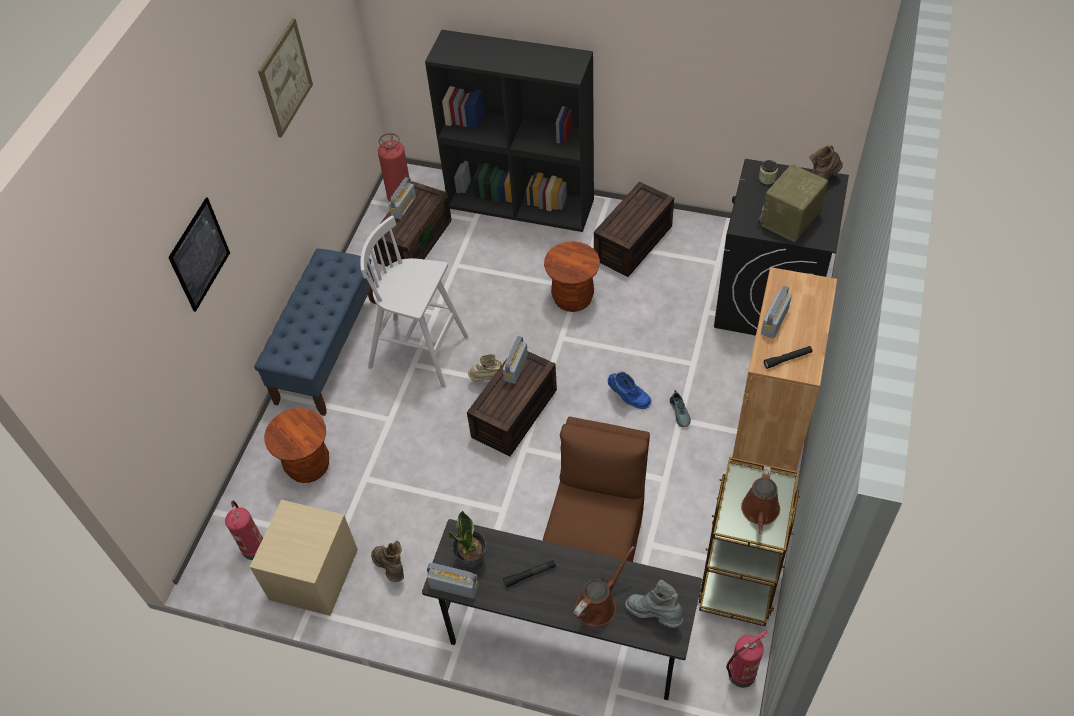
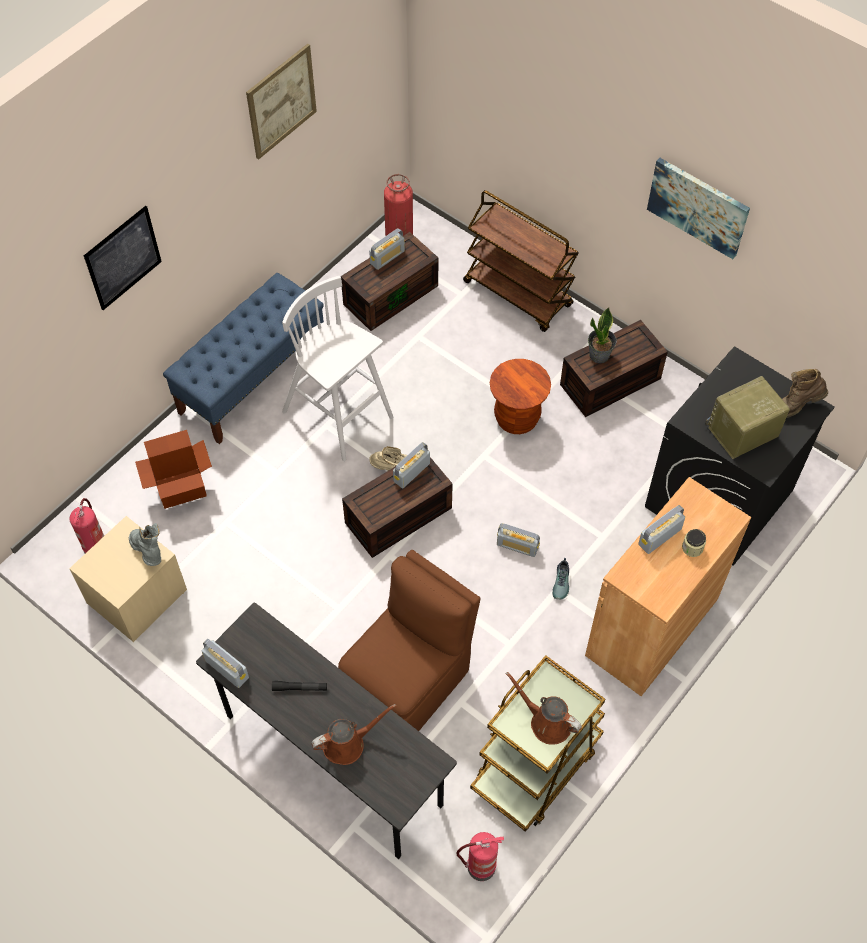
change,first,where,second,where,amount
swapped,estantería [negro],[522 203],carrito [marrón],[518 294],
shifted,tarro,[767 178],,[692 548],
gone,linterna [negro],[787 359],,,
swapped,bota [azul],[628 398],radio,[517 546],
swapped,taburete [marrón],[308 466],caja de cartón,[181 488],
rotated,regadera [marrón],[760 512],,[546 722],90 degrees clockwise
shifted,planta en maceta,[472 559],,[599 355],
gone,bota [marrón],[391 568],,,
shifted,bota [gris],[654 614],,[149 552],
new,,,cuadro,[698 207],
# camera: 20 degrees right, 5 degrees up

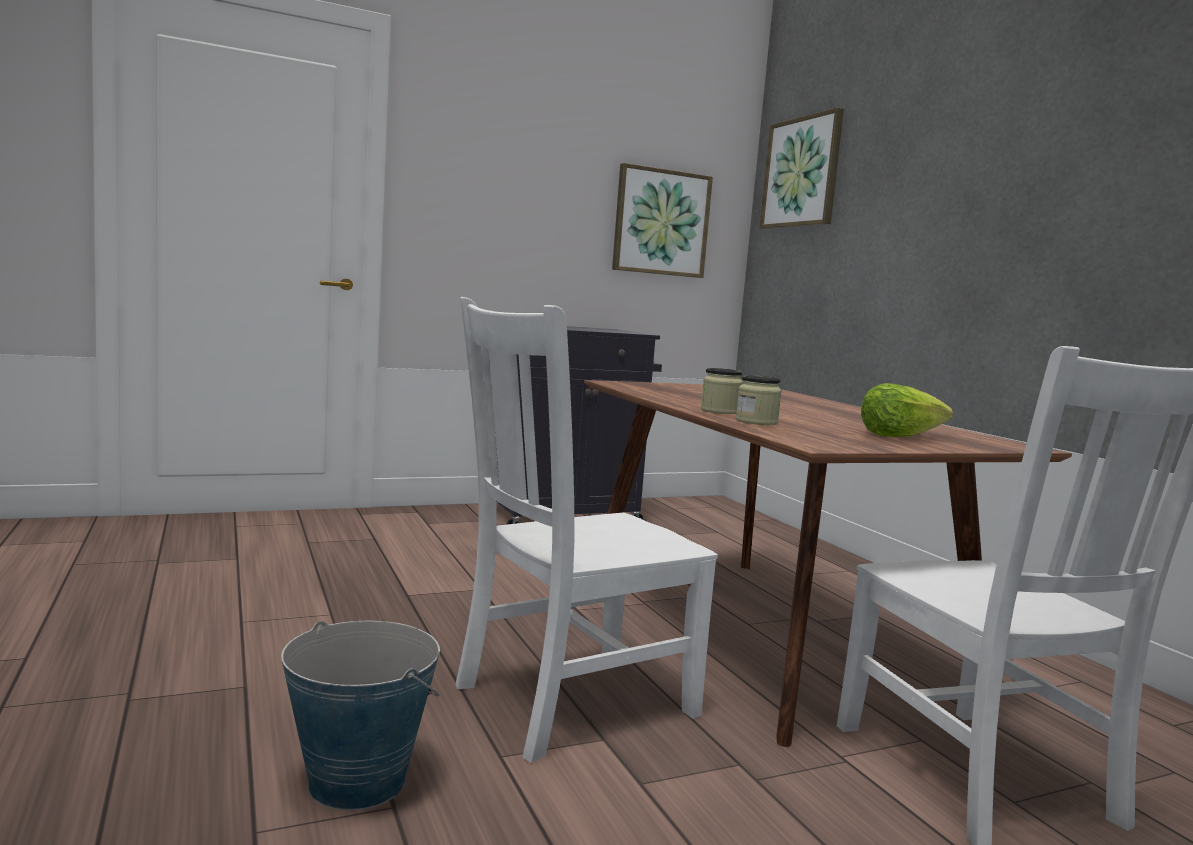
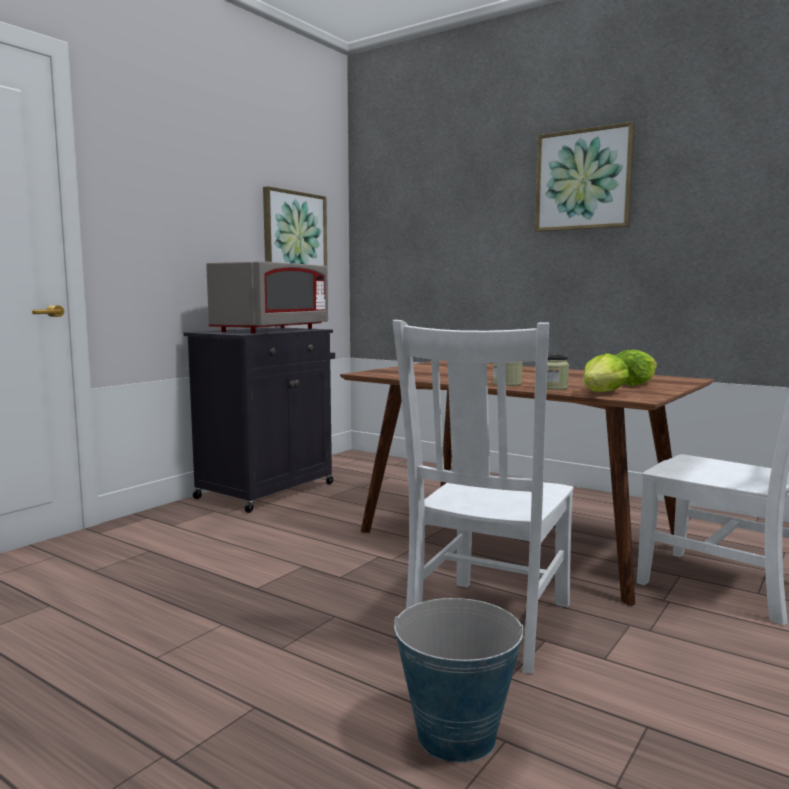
change,first,where,second,where,amount
shifted,cuadro,[802 172],,[583 180],
new,,,microondas [gris],[271 330],
new,,,lechuga,[602 393],
# camera: 30 degrees left, 0 degrees up

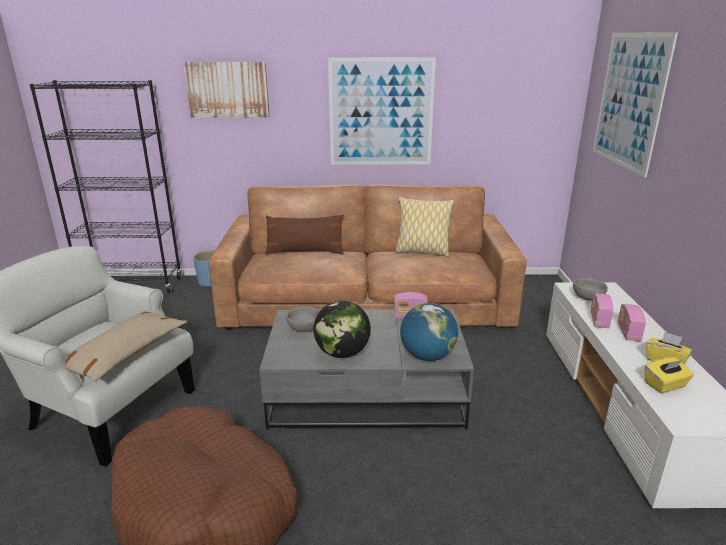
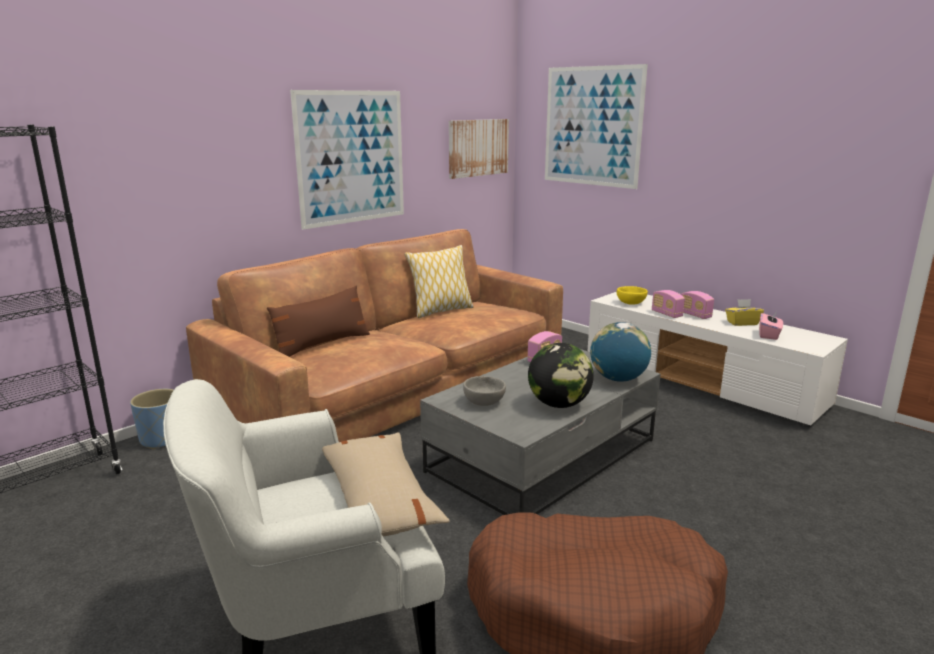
change,first,where,second,where,amount
shifted,cuadro,[228 89],,[478 147],
repainted,cuenco [gris],[587 297],cuenco [amarillo],[630 303],
repainted,caja de pañuelos [amarillo],[665 385],caja de pañuelos [rosa],[769 335],
# camera: 45 degrees left, 5 degrees down

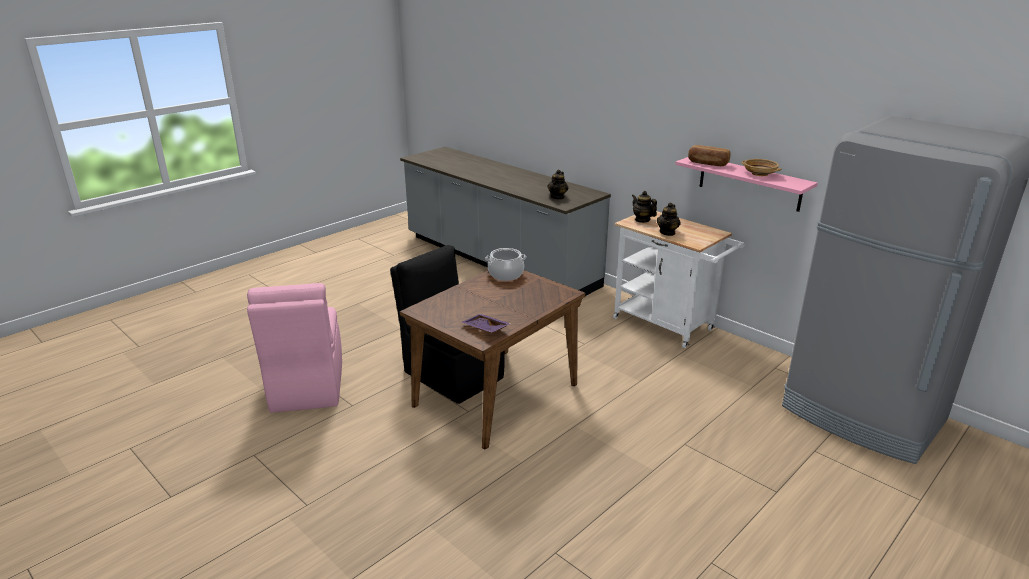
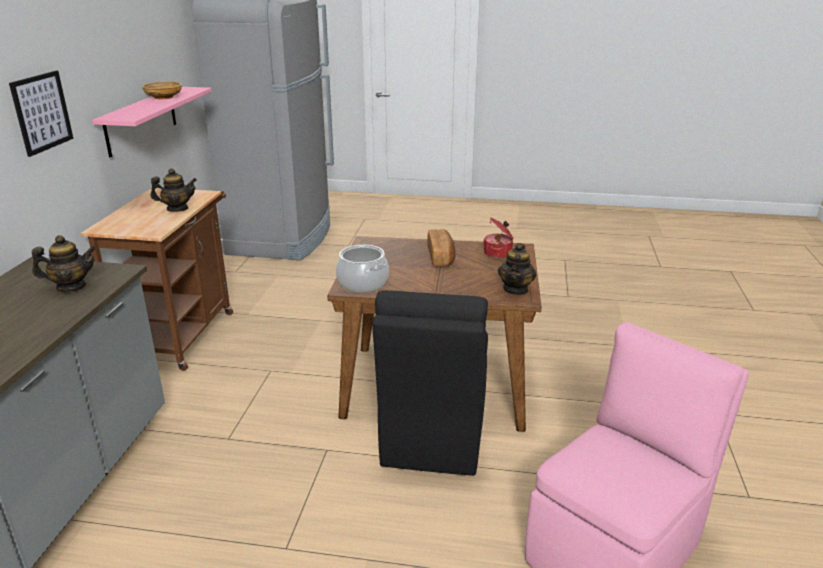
change,first,where,second,where,amount
shifted,pan,[708 163],,[441 257],
shifted,tetera,[642 220],,[516 289],
repainted,carrito [blanco],[668 326],carrito [marrón],[182 333],
swapped,bandeja [morado],[485 329],olla,[498 253],
new,,,cuadro,[42 112],
# camera: 125 degrees left, 0 degrees up

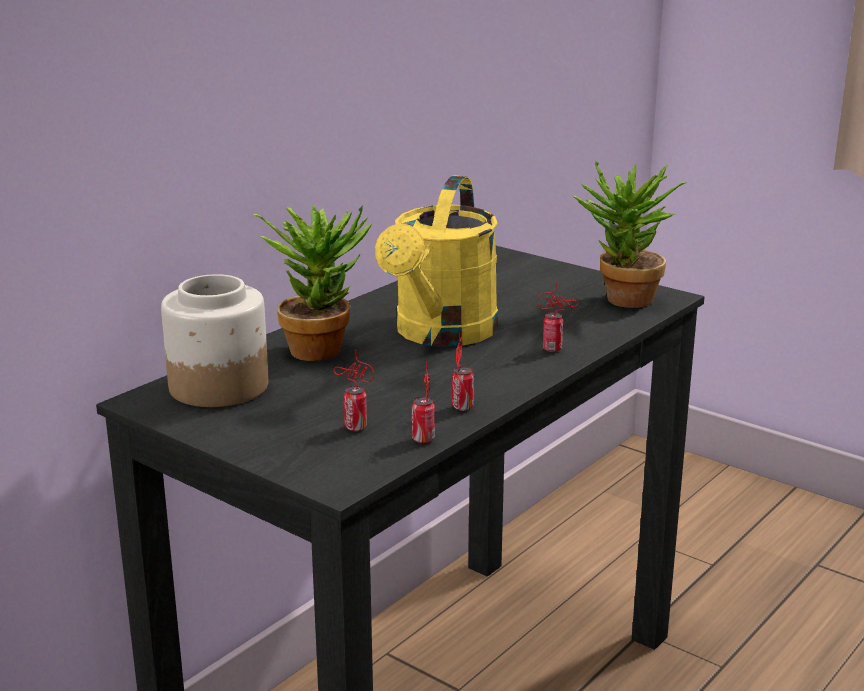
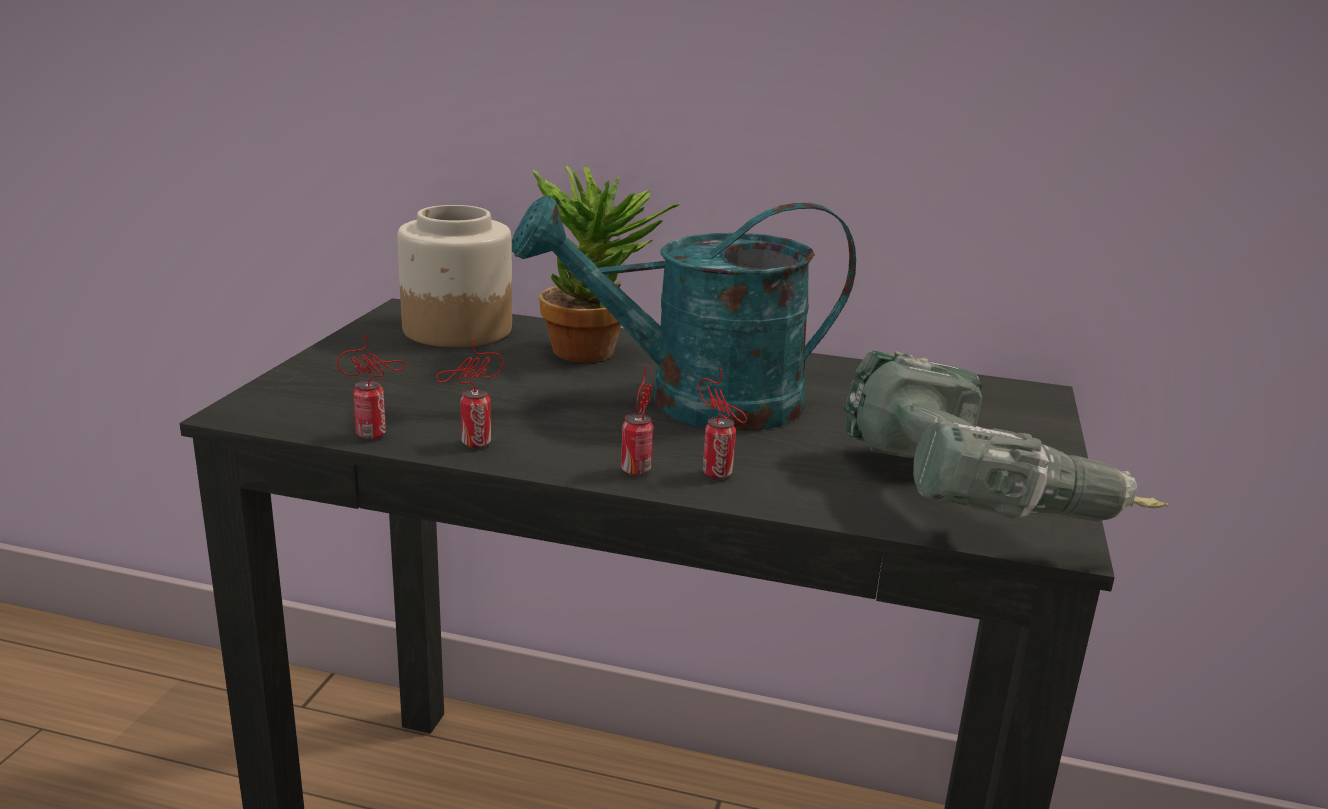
change,first,where,second,where,amount
swapped,planta en maceta,[622 302],taladro,[973 504],
repainted,regadera [amarillo],[441 334],regadera [turquesa],[696 402],
shifted,lata,[353 427],,[637 468],
# camera: 65 degrees right, 0 degrees up

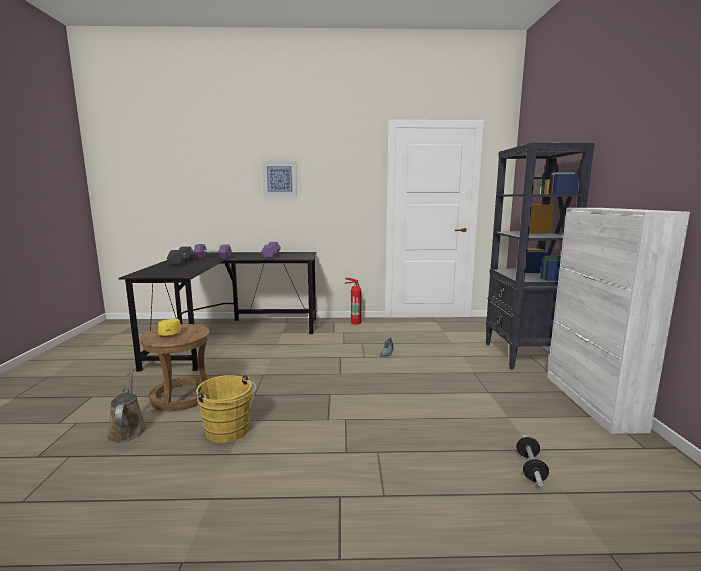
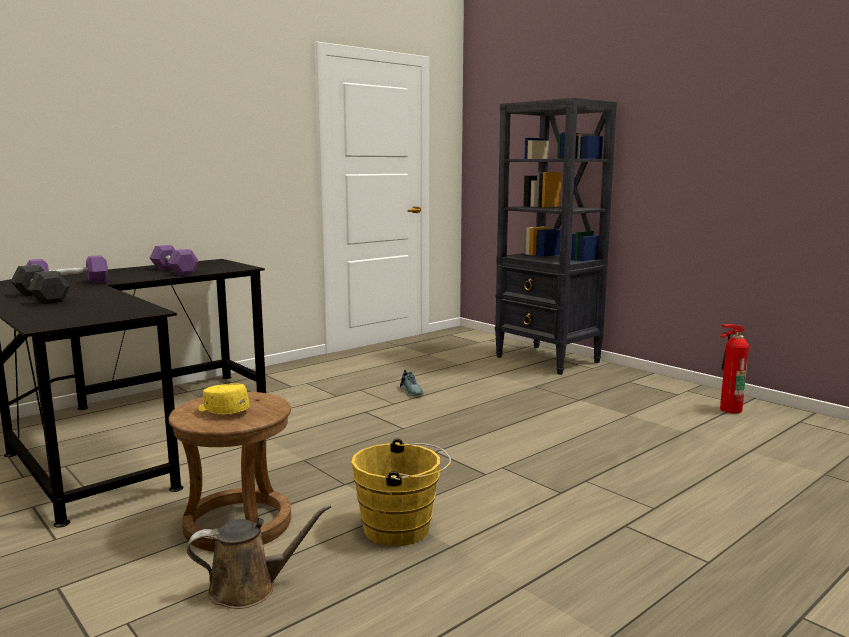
change,first,where,second,where,amount
gone,cuadro,[279 179],,,
gone,armario [blanco],[592 402],,,
shifted,extintor,[355 322],,[727 409],
rotated,regadera [marrón],[128 429],,[249 588],135 degrees clockwise
gone,mancuerna,[530 468],,,
# camera: 40 degrees left, 0 degrees up

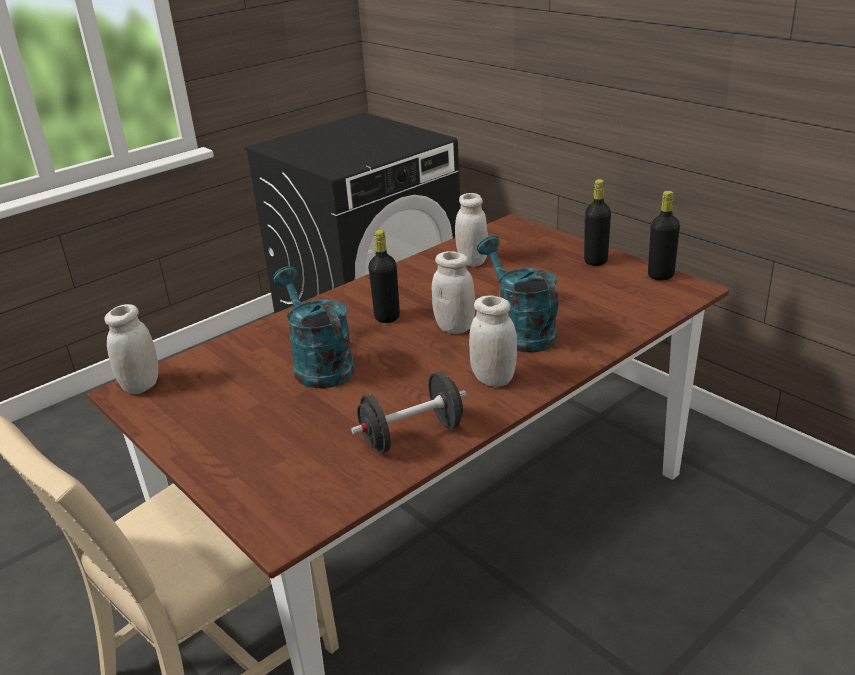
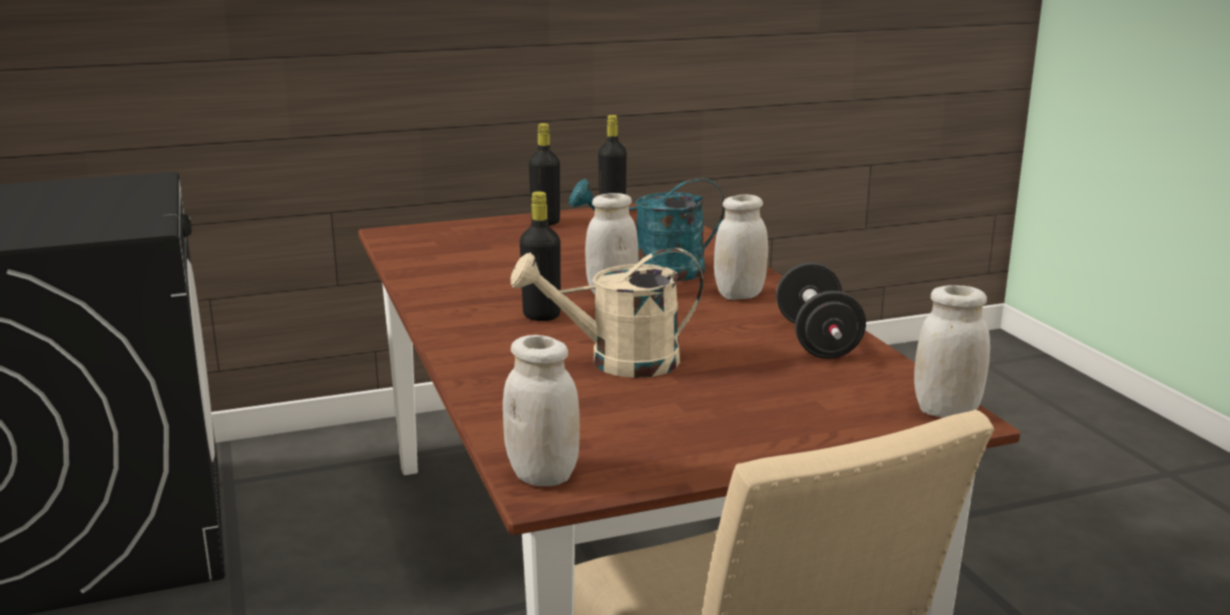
change,first,where,second,where,amount
shifted,tarro [blanco],[472 261],,[946 411],
repainted,regadera [turquesa],[318 365],regadera [beis],[618 362],
# camera: 70 degrees left, 10 degrees down

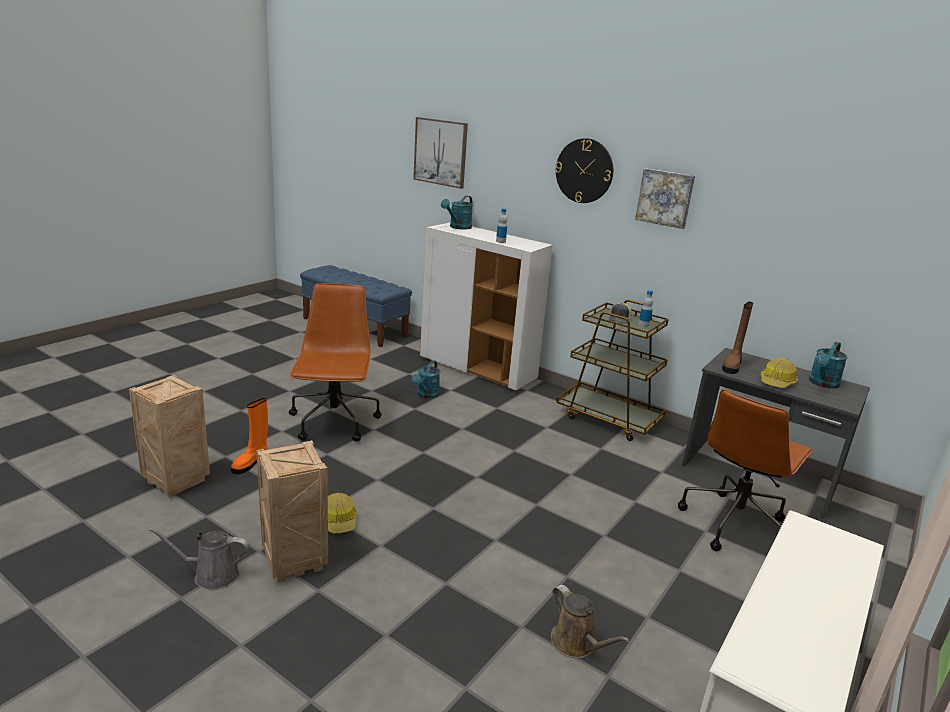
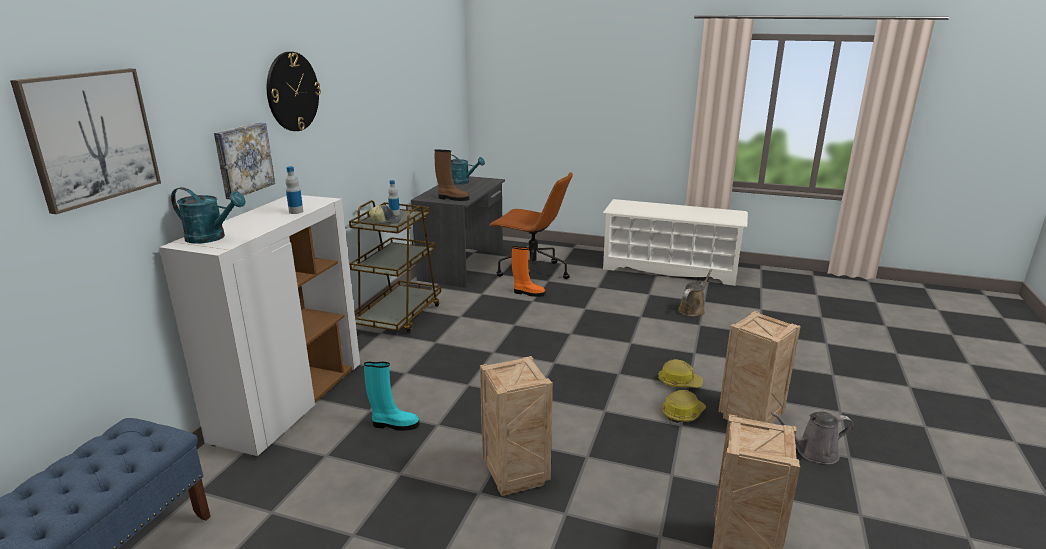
change,first,where,second,where,amount
shifted,cuadro,[665 198],,[243 159],
swapped,silla de oficina [marrón],[334 423],caja de embalaje,[514 475],
shifted,casco,[776 382],,[679 382],
swapped,regadera [turquesa],[426 395],bota [turquesa],[394 425],
shifted,bota [naranja],[251 463],,[528 293],
rotated,regadera [gris],[212 575],,[813 452],105 degrees clockwise
# camera: 105 degrees left, 0 degrees up

